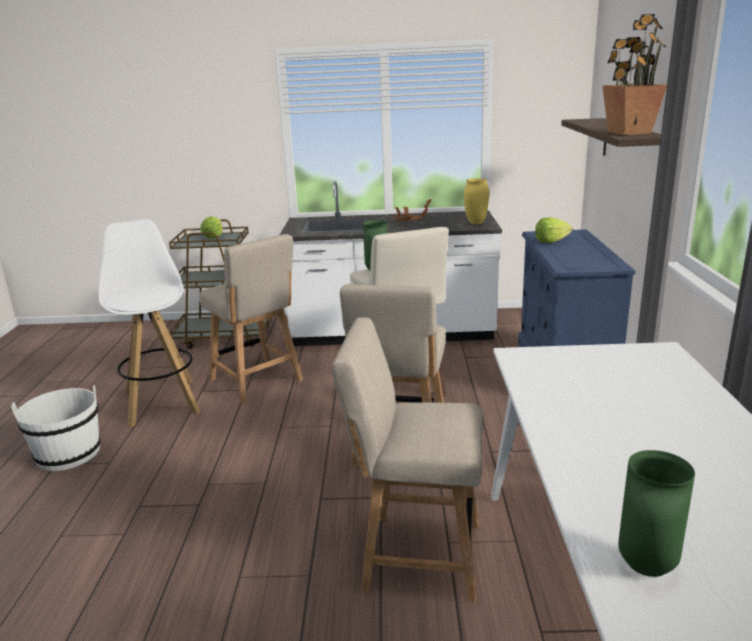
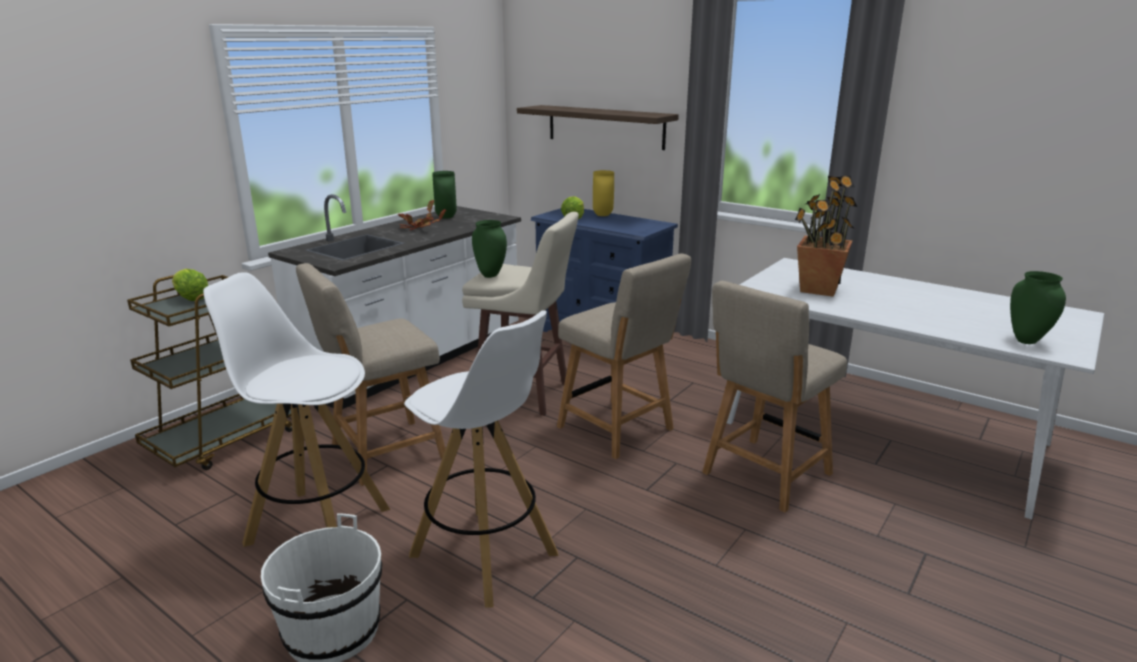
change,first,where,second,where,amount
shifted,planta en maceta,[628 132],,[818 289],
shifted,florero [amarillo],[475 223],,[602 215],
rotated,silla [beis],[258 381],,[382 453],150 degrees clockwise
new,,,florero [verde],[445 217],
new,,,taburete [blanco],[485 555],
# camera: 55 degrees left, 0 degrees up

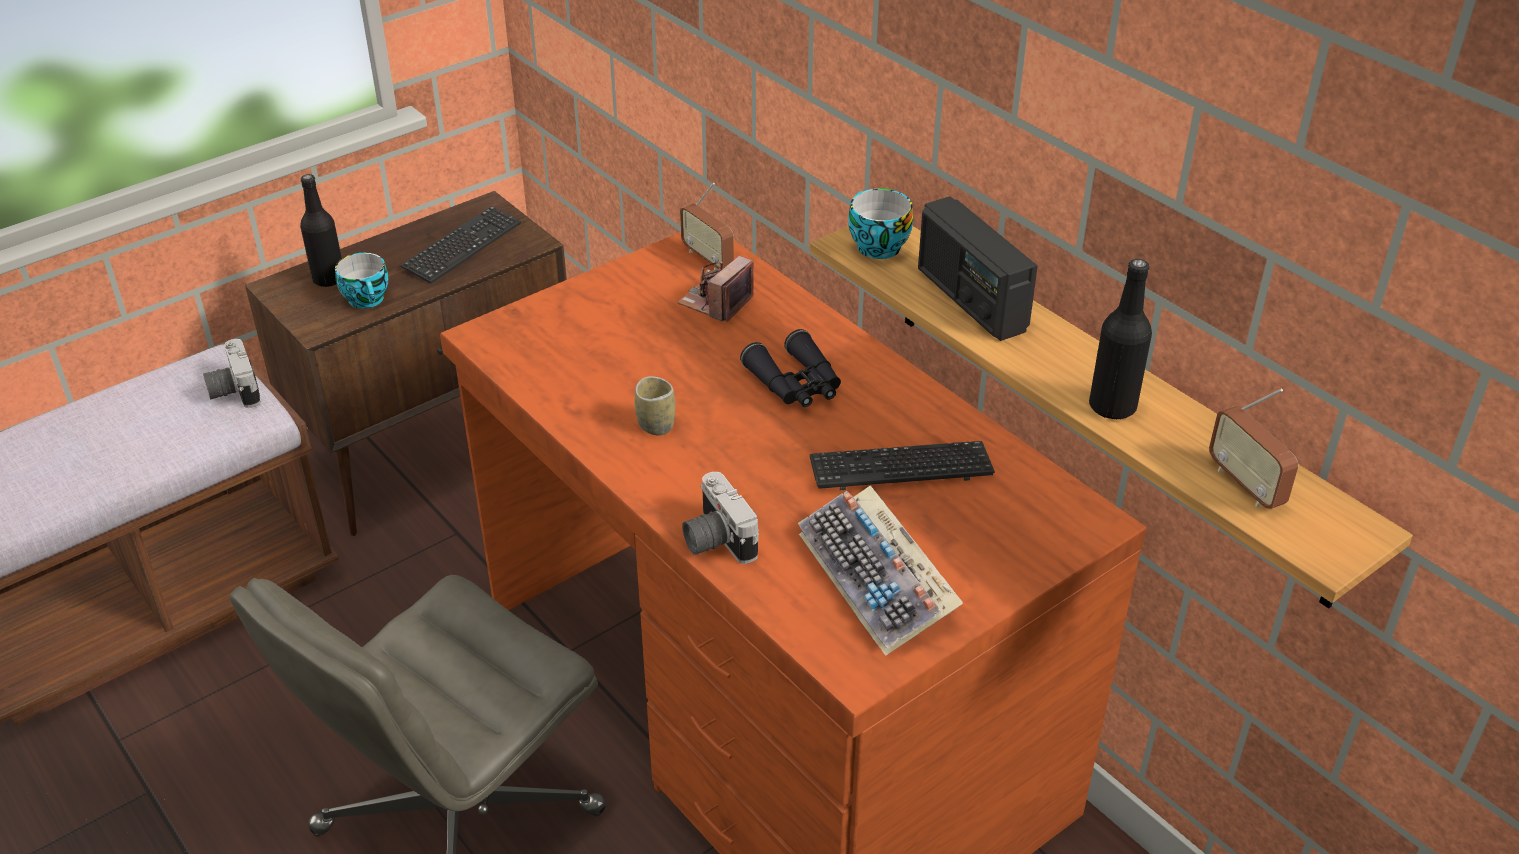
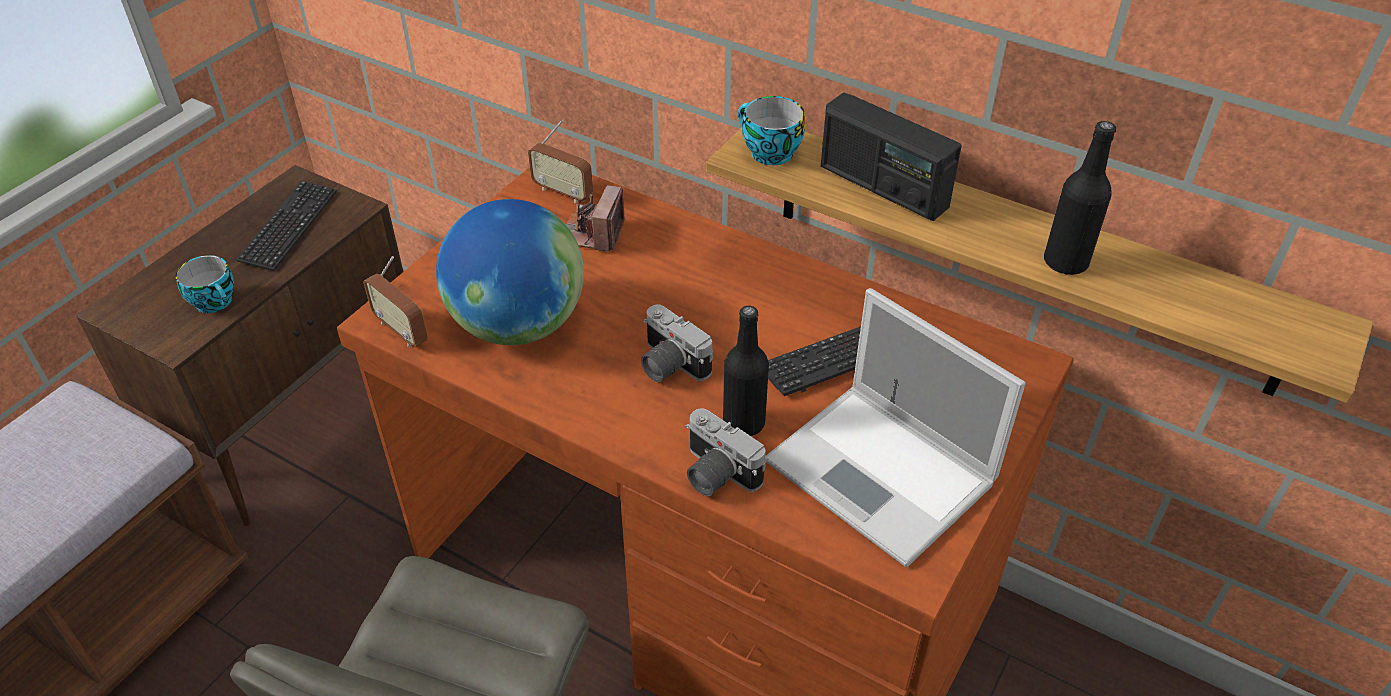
change,first,where,second,where,amount
shifted,botella [negro],[329 279],,[743 423],
gone,prismáticos [negro],[796 384],,,
shifted,cámara,[233 390],,[668 365],
gone,taza,[656 425],,,
shifted,radio,[1245 485],,[401 331],
swapped,teclado,[878 581],portátil,[883 474],
new,,,globo terráqueo,[517 324],
# camera: 20 degrees left, 5 degrees up

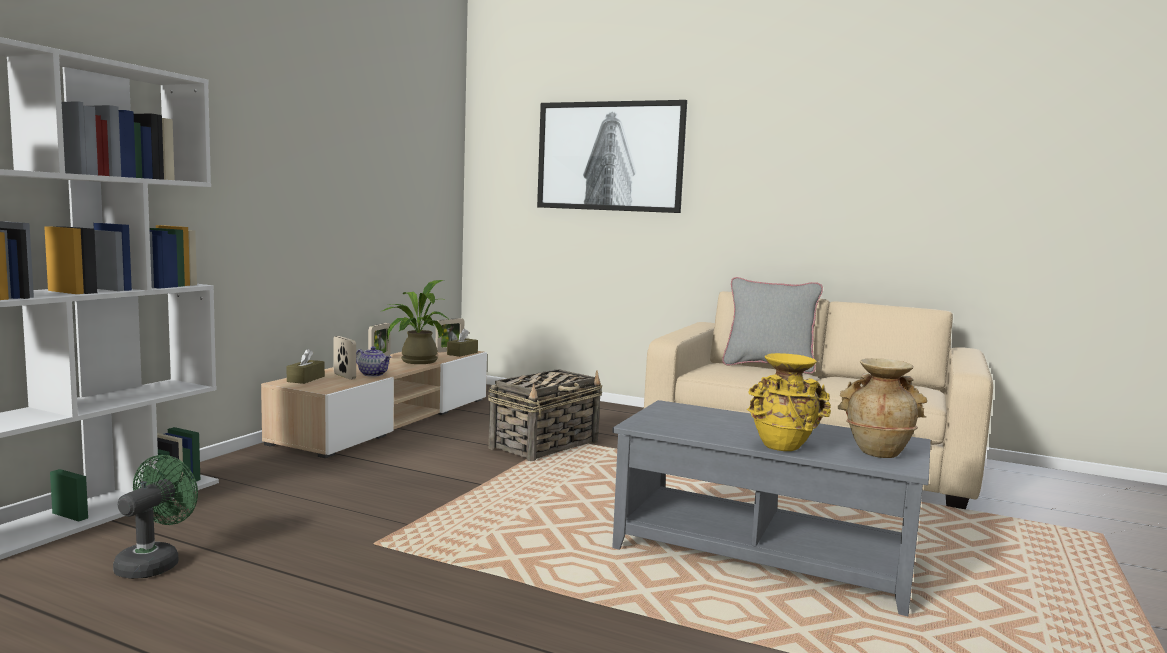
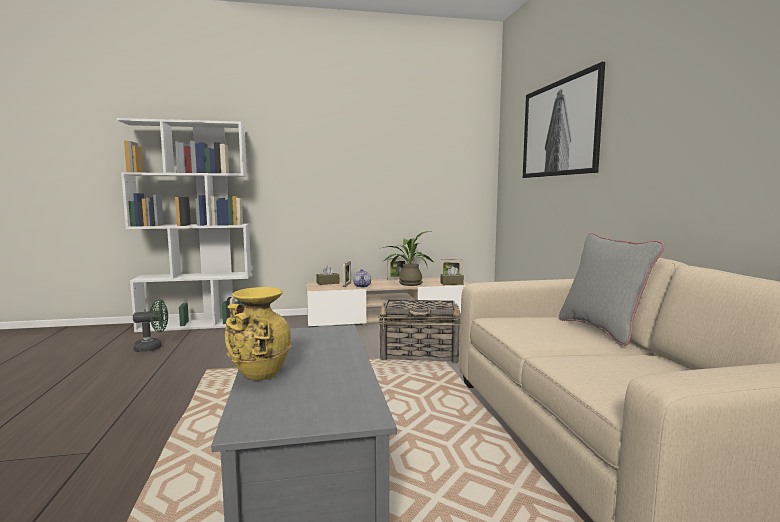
change,first,where,second,where,amount
gone,florero [beis],[877 452],,,
# camera: 55 degrees right, 0 degrees up

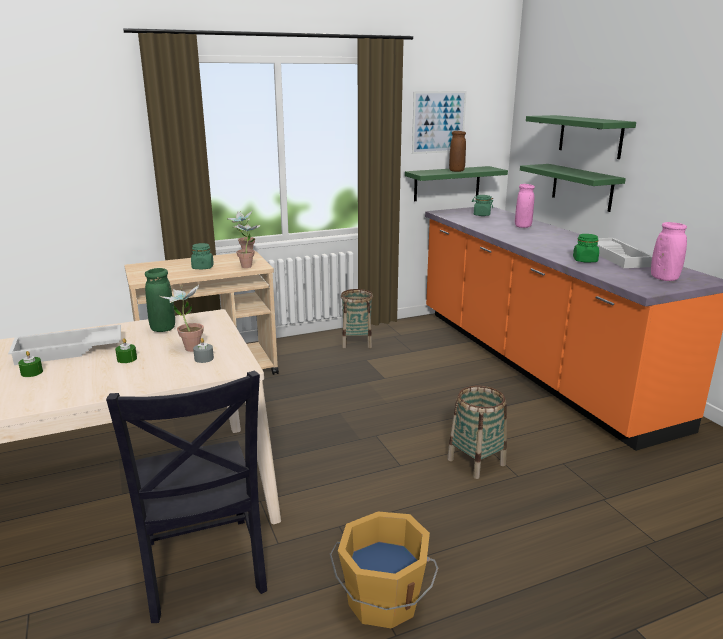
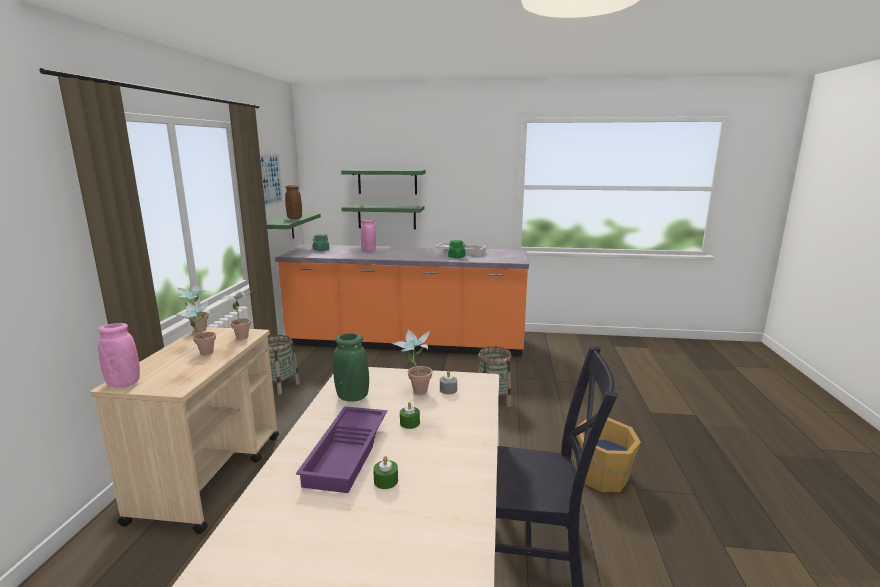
change,first,where,second,where,amount
shifted,florero [rosa],[664 278],,[124 383],
swapped,tarro [verde],[202 267],planta en maceta,[202 354],
repainted,bandeja [blanco],[68 351],bandeja [morado],[348 453],
# camera: 60 degrees left, 5 degrees down

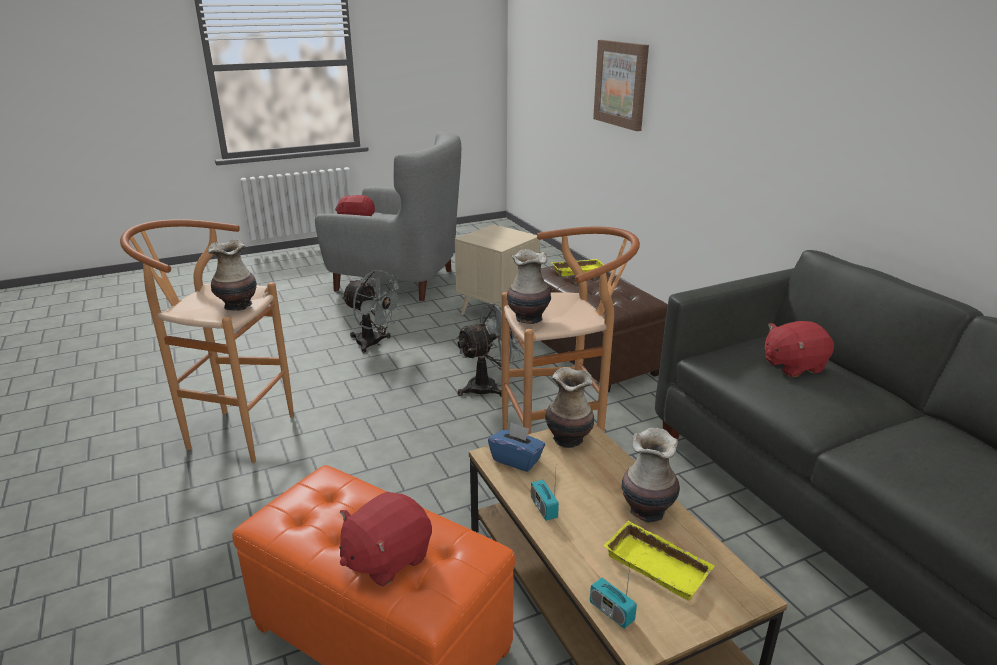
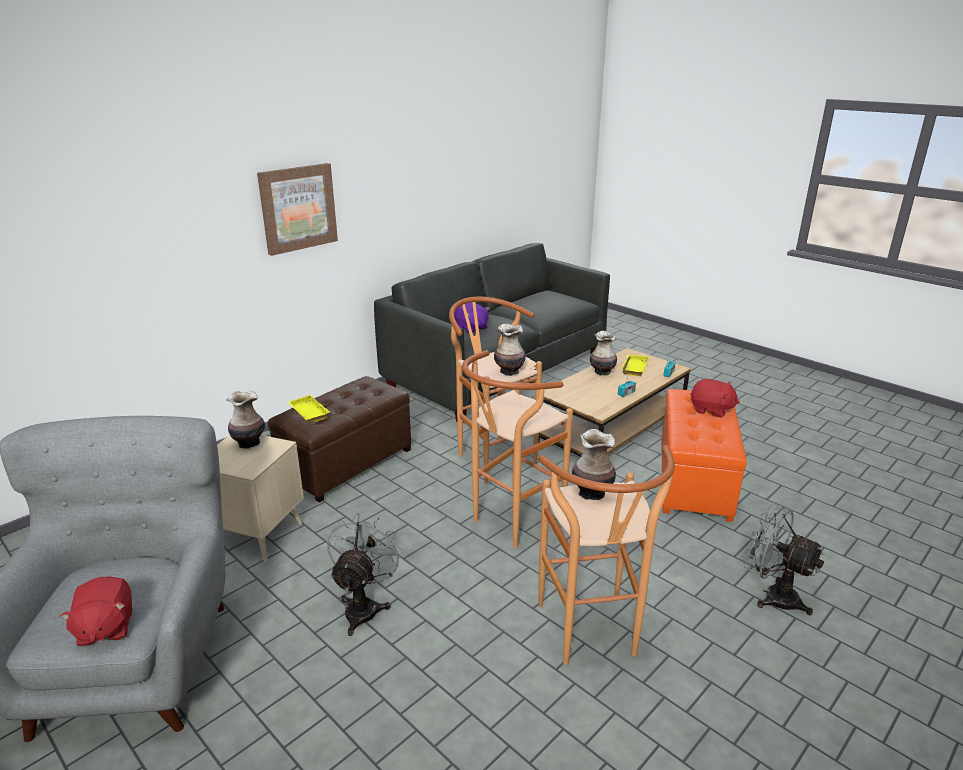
change,first,where,second,where,amount
shifted,cuadro,[621 84],,[298 208],
shifted,ventilador [gris],[489 386],,[772 595],
repainted,peluche [rojo],[792 366],peluche [morado],[471 328],
shifted,florero,[568 439],,[248 443],
gone,caja de pañuelos [azul],[516 460],,,
new,,,taburete [marrón],[510 523],
# camera: 110 degrees left, 0 degrees up

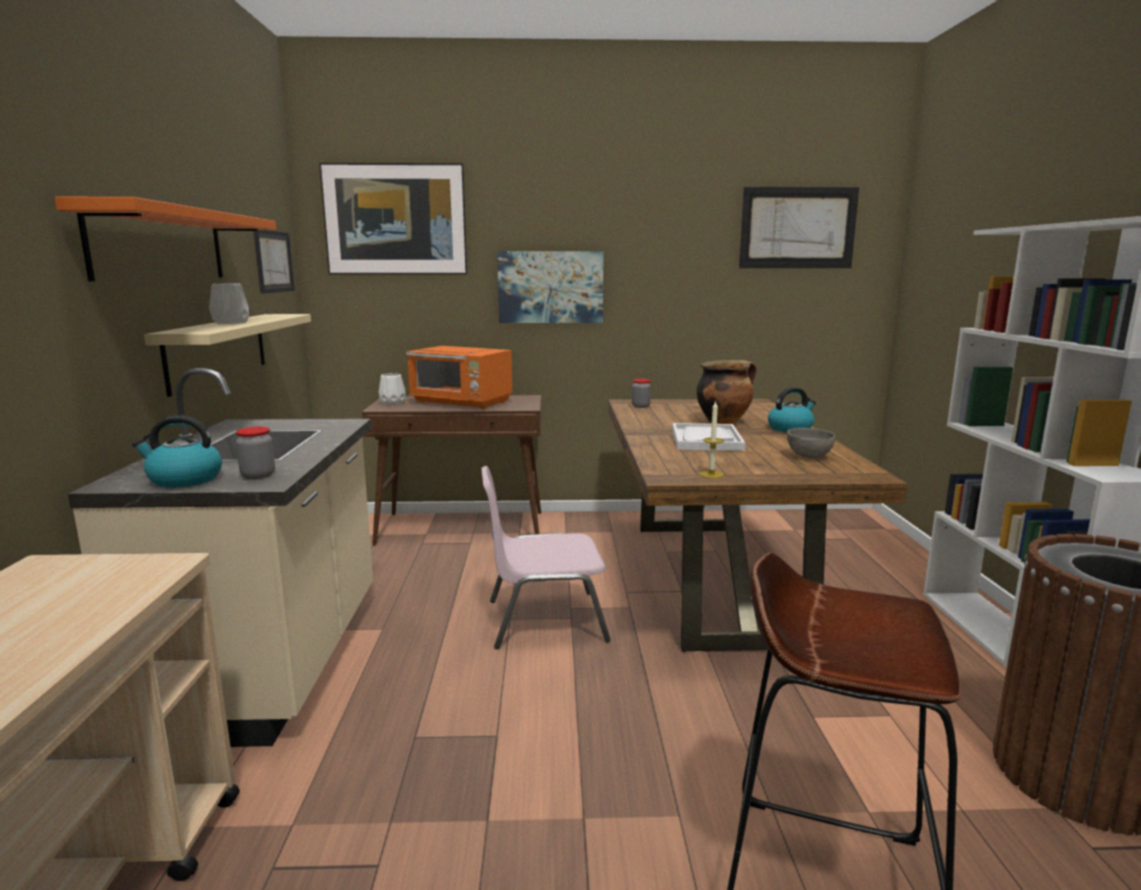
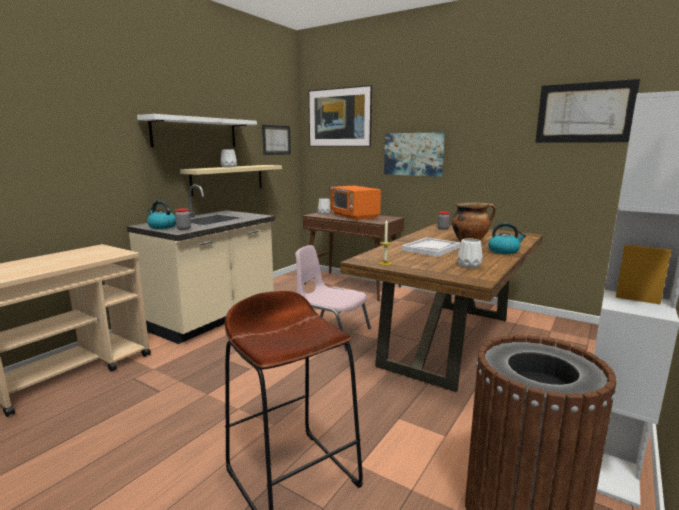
change,first,where,second,where,amount
repainted,estante [naranja],[161 245],estante [blanco],[195 132],
swapped,cuenco [gris],[808 456],florero [blanco],[468 265],
# camera: 35 degrees right, 0 degrees up

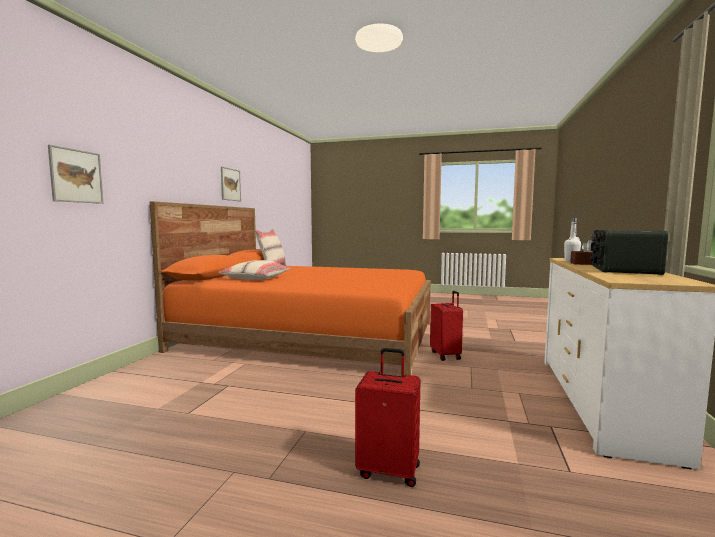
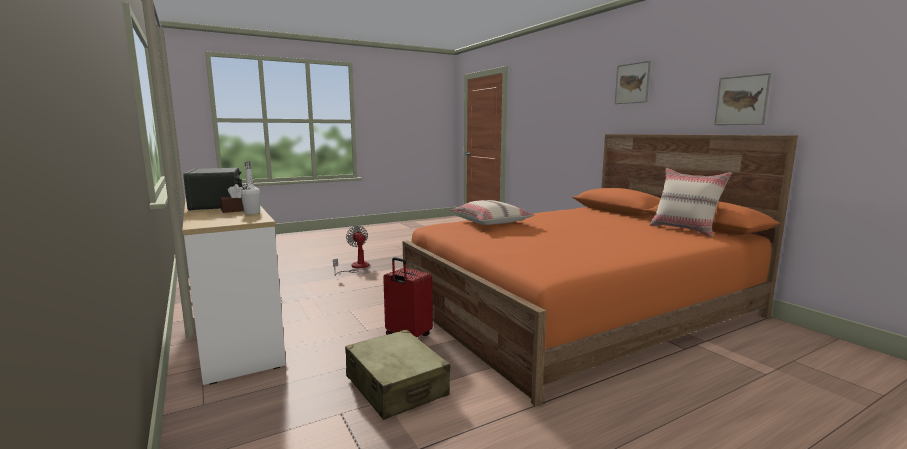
change,first,where,second,where,amount
shifted,cuadro,[76 176],,[632 83],
shifted,cojín [beis],[256 278],,[491 222],
swapped,maleta [rojo],[389 470],ventilador,[356 267],
new,,,maleta [beis],[396 386],
# camera: 135 degrees right, 5 degrees up

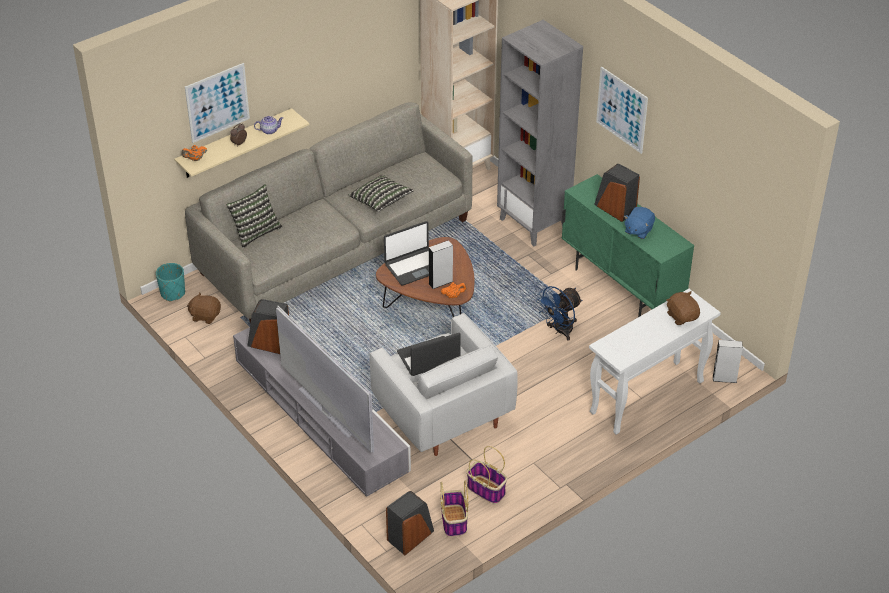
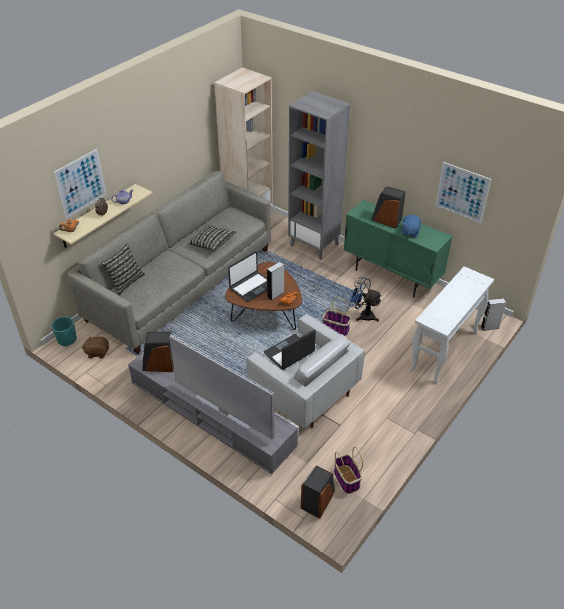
change,first,where,second,where,amount
shifted,cuadro,[622 109],,[462 192],
rotated,ventilador [azul],[559 331],,[363 315],90 degrees clockwise
gone,peluche [marrón],[682 316],,,
shifted,cesta,[487 490],,[336 328],
# camera: 15 degrees left, 0 degrees up

